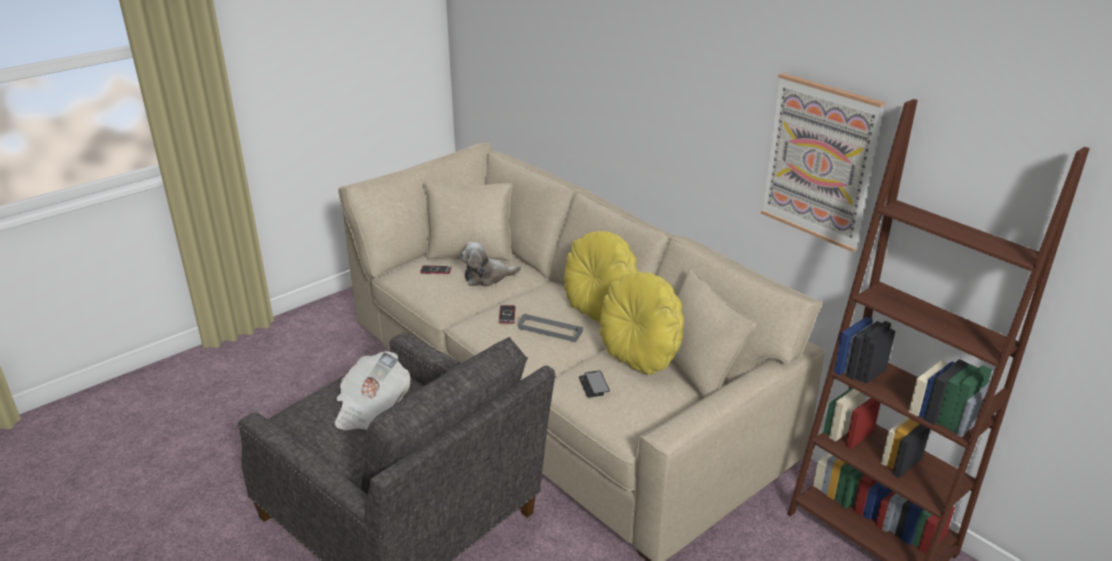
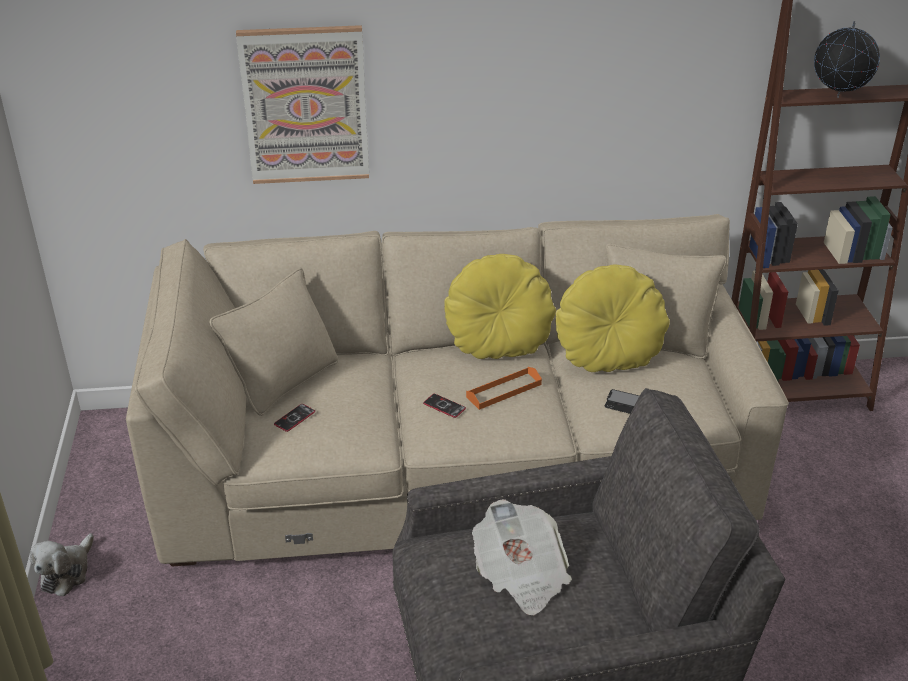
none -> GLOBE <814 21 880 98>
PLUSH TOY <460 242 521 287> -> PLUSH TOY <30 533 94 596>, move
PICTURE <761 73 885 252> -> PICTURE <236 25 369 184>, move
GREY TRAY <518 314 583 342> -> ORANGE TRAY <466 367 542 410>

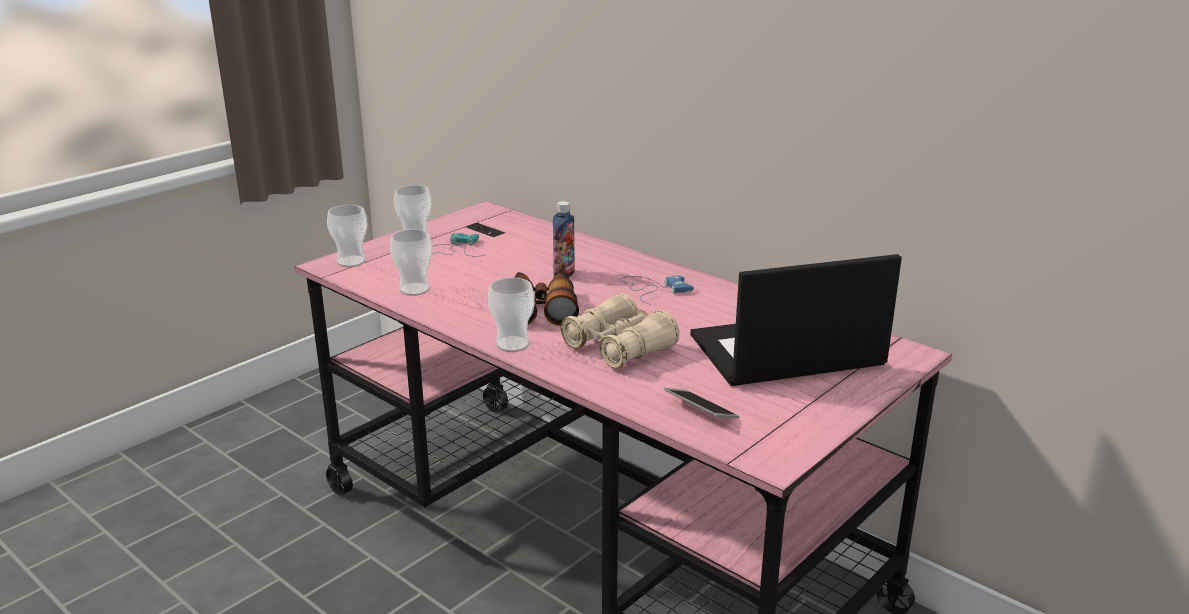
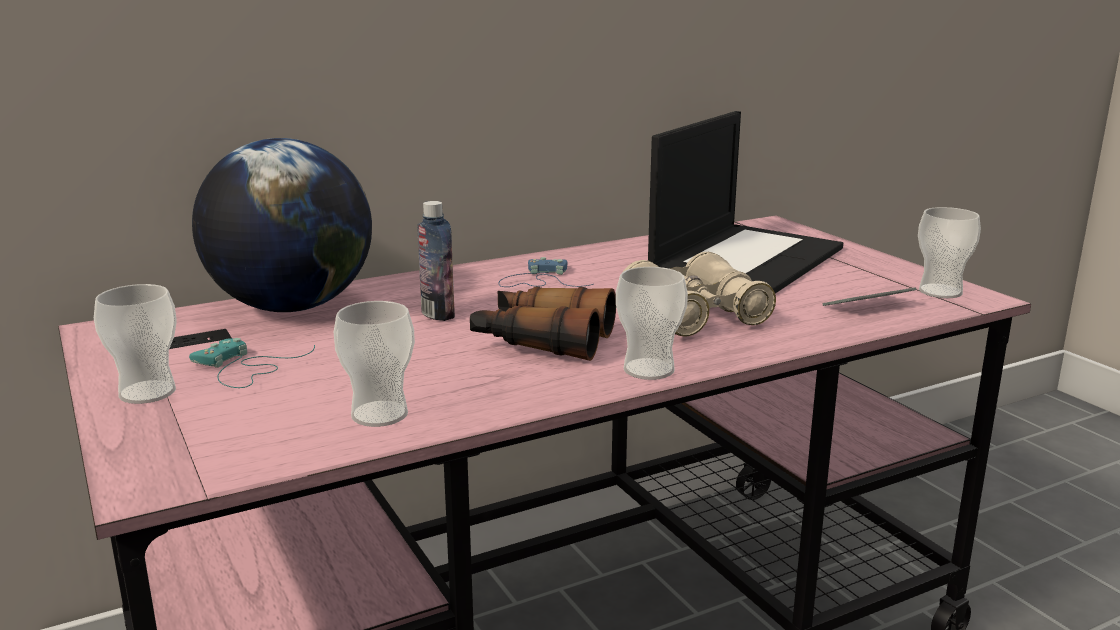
none -> GLOBE <192 138 372 312>
CUP <327 205 368 267> -> CUP <918 207 981 298>, move
LAPTOP <690 254 902 386> -> LAPTOP <648 111 843 294>, 150 degrees counterclockwise

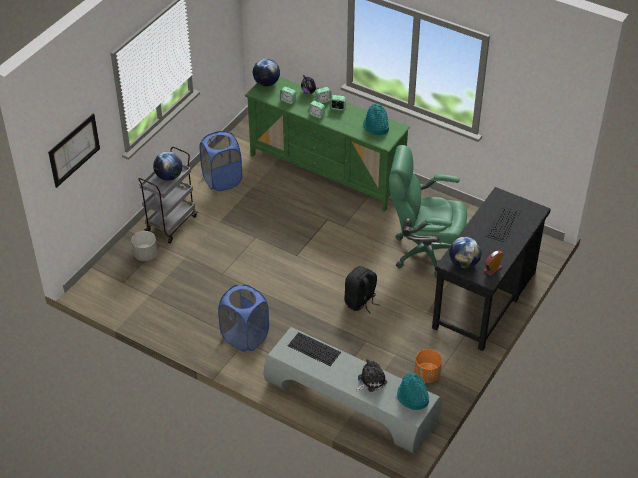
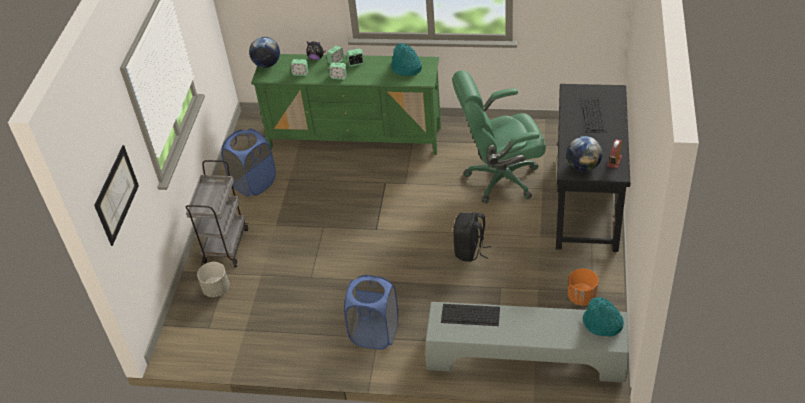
GLOBE <153 152 183 181> -> none
PLUSH TOY <356 359 387 392> -> none

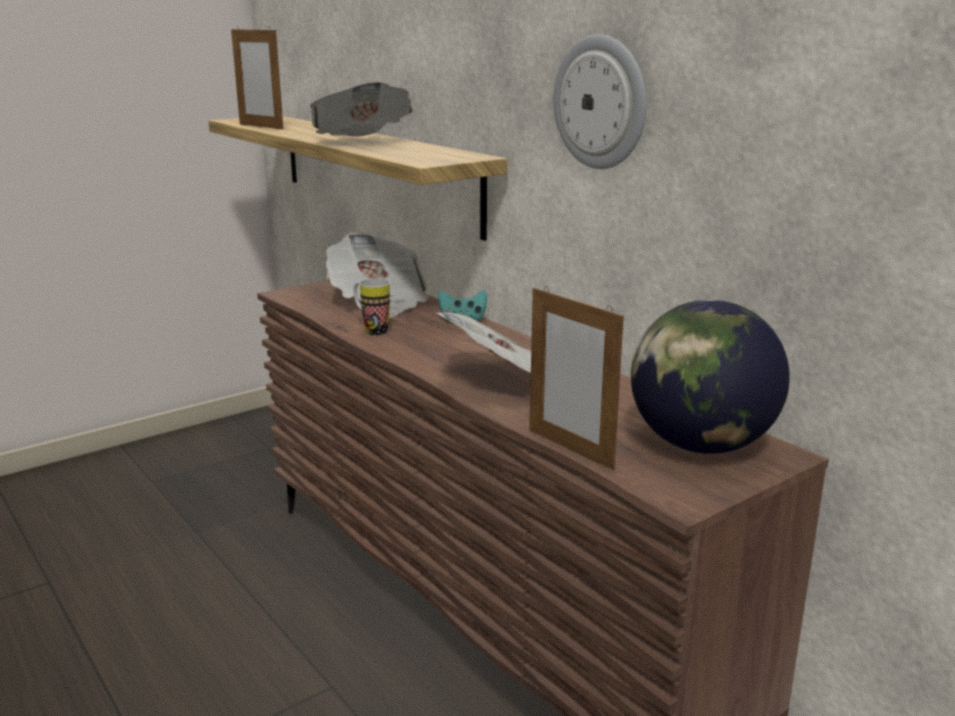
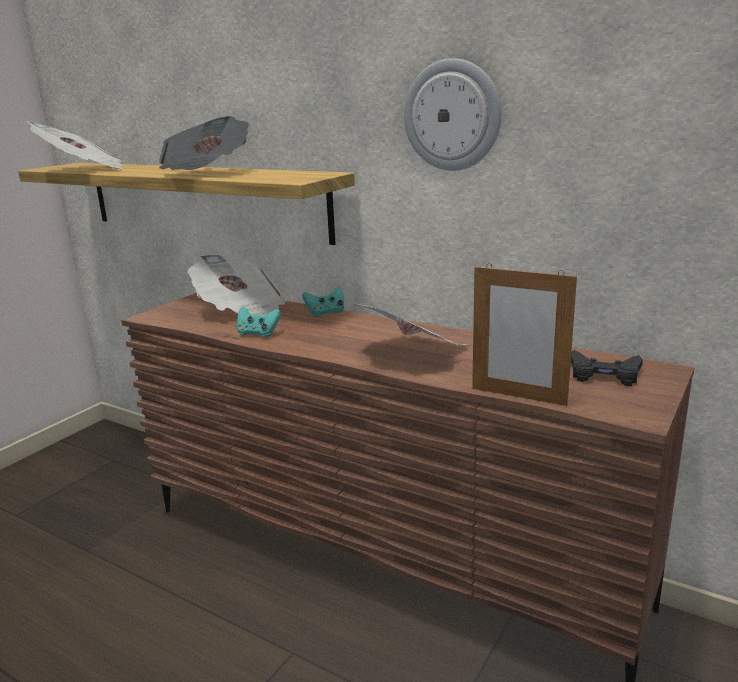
PICTURE FRAME <231 26 283 129> -> NEWSPAPER <27 121 123 170>
MUG <353 279 390 335> -> TURQUOISE GAME CONTROLLER <237 307 281 337>
GLOBE <631 300 790 454> -> BLACK GAME CONTROLLER <571 350 643 386>

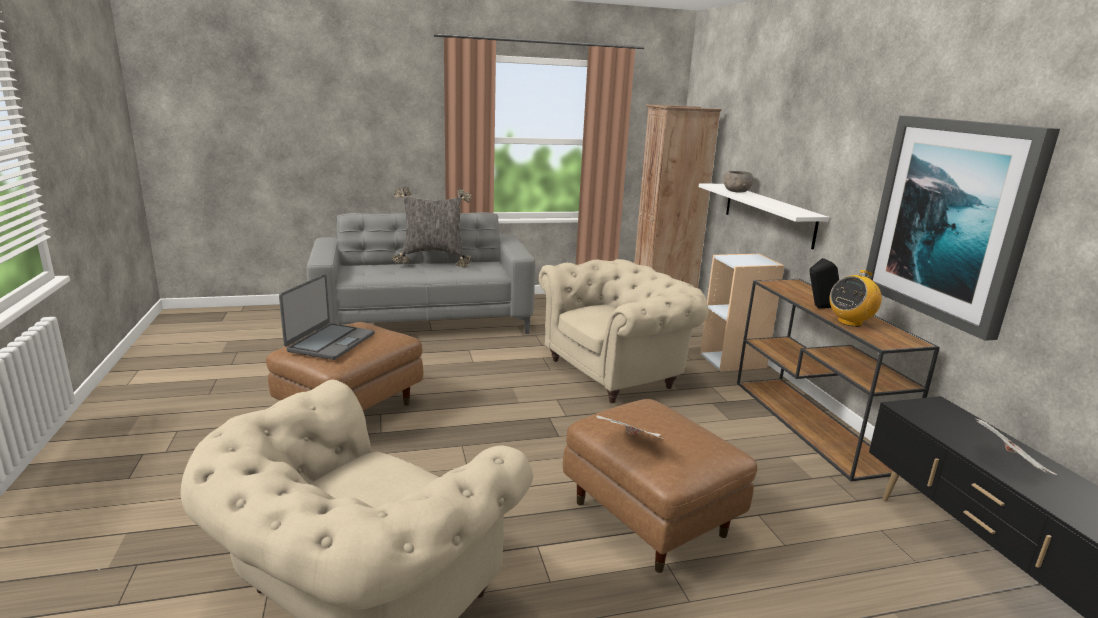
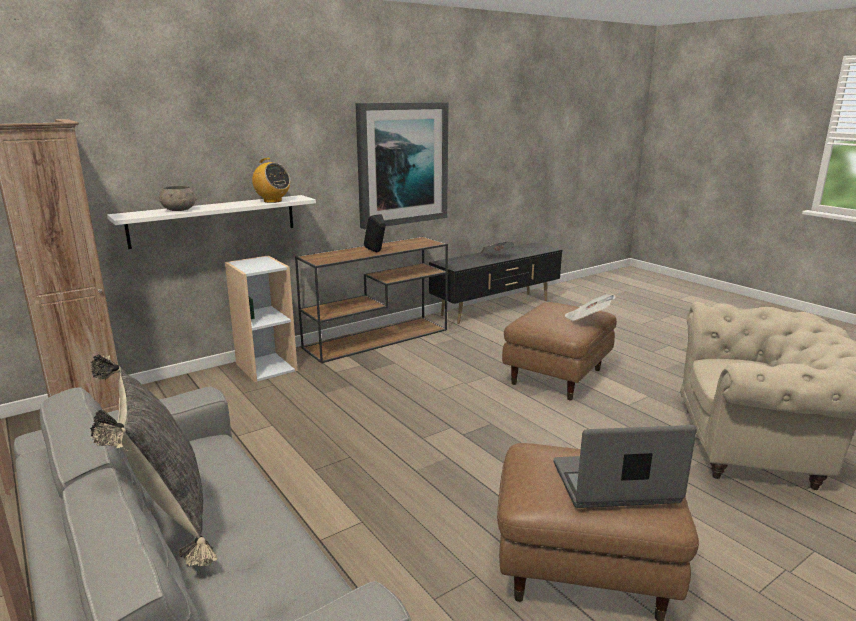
BEIGE ARMCHAIR <539 259 708 403> -> none
RADIO <830 270 882 327> -> RADIO <249 158 290 203>, move

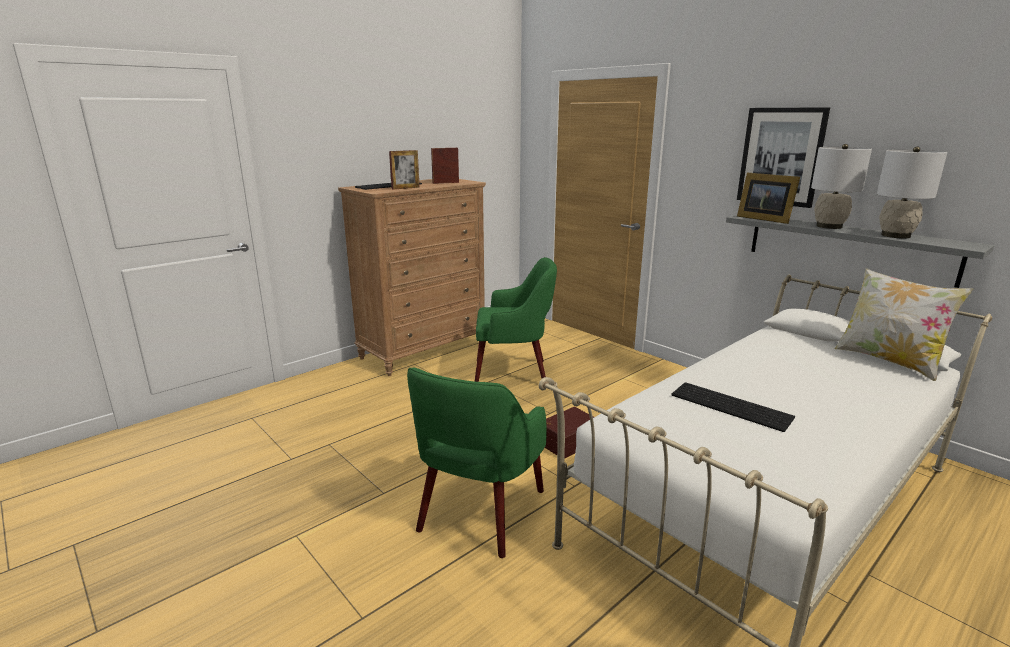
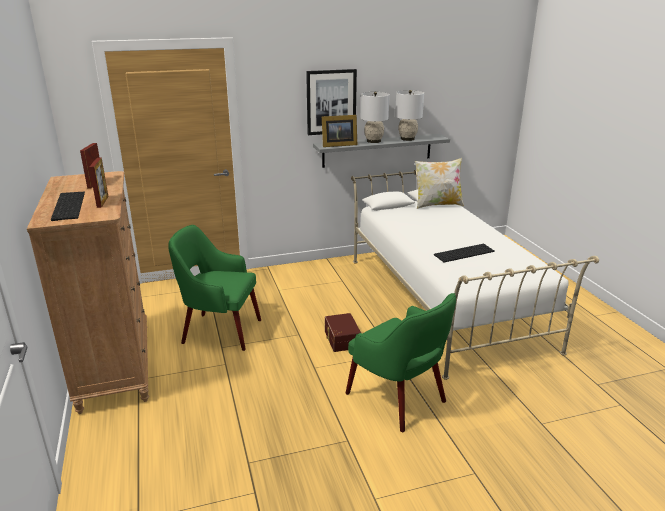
GREEN ARMCHAIR <474 257 557 382> -> GREEN ARMCHAIR <168 225 261 351>, 105 degrees counterclockwise

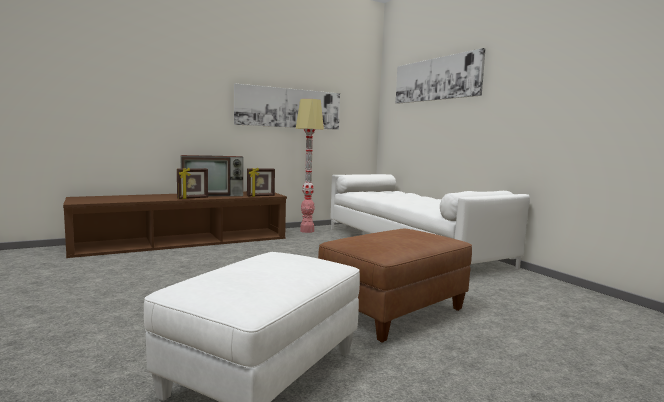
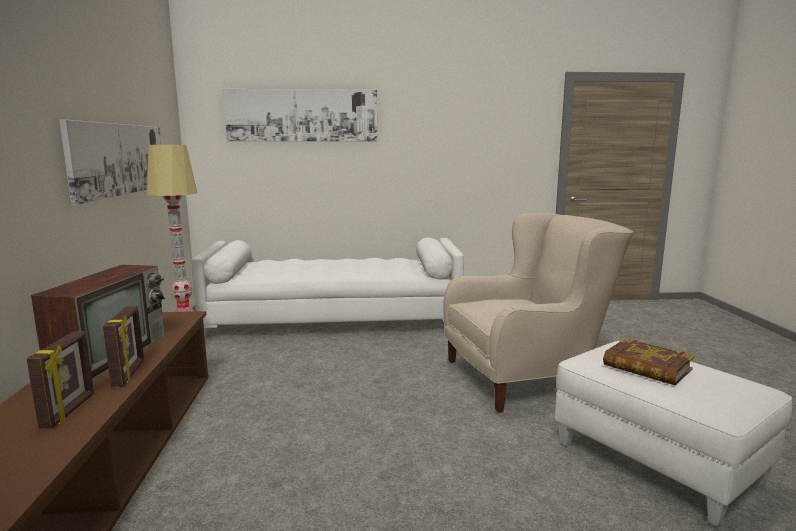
none -> BOOK <603 338 695 385>
PICTURE FRAME <247 168 275 197> -> PICTURE FRAME <27 332 94 428>, move
BROWN OTTOMAN <318 228 472 342> -> BEIGE ARMCHAIR <443 213 633 412>

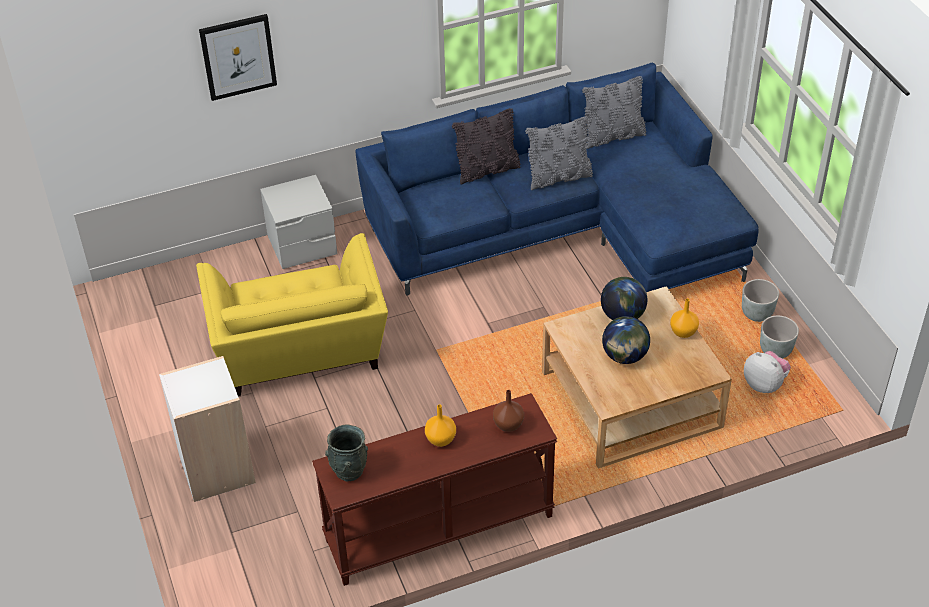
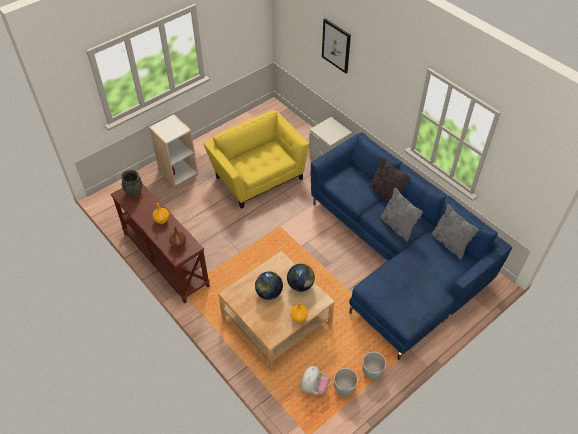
YELLOW ARMCHAIR <196 233 388 397> -> YELLOW ARMCHAIR <203 110 309 209>, 90 degrees clockwise

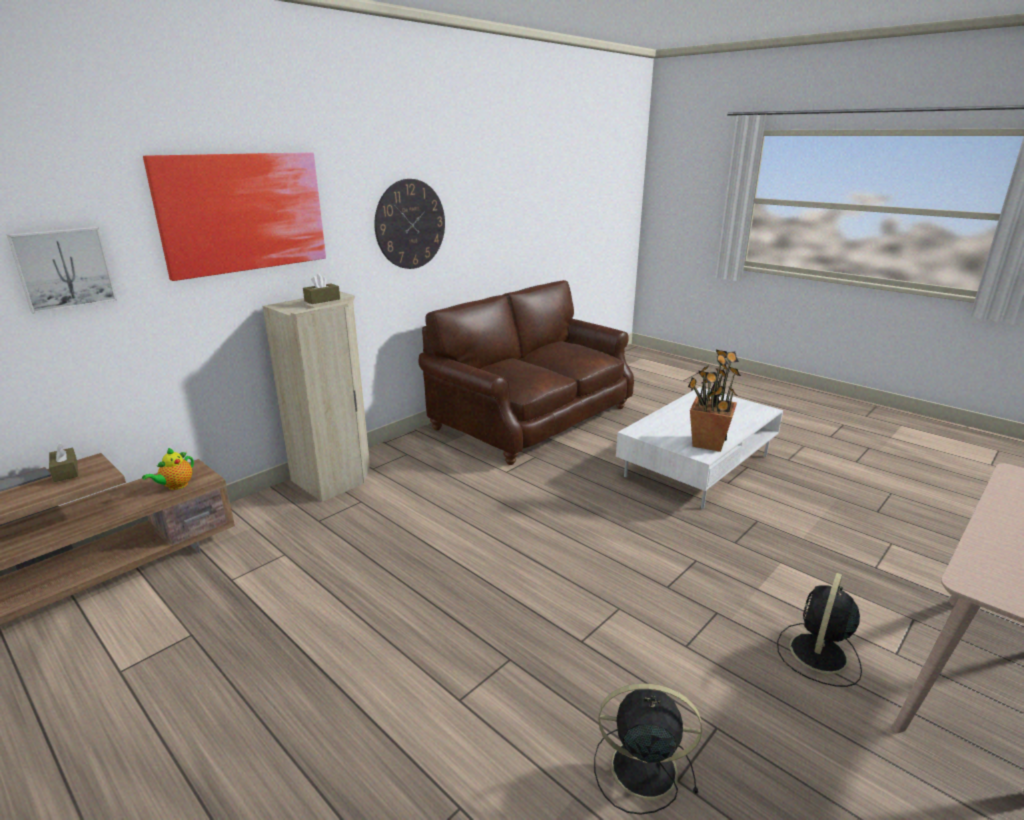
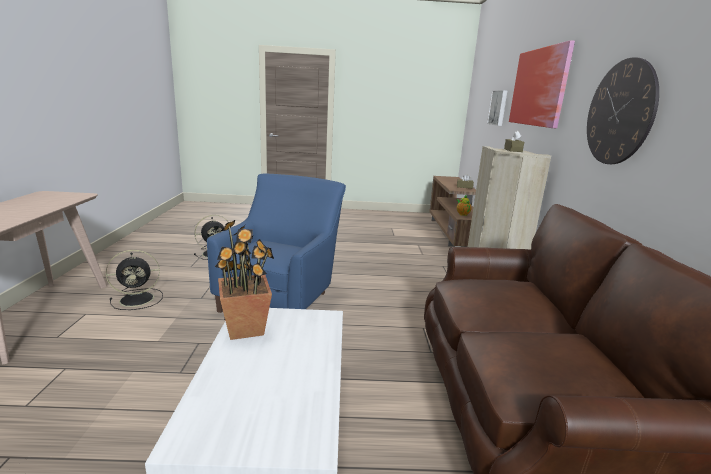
none -> BLUE ARMCHAIR <207 174 346 313>
BLACK FAN <777 573 862 687> -> BLACK FAN <106 250 163 310>, 75 degrees clockwise

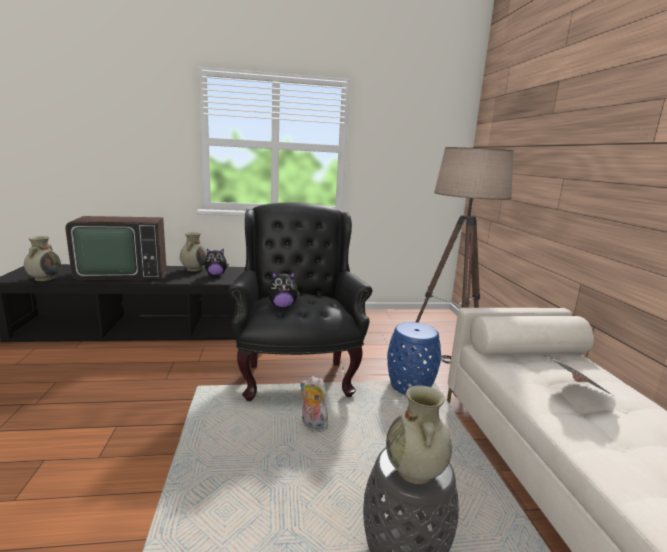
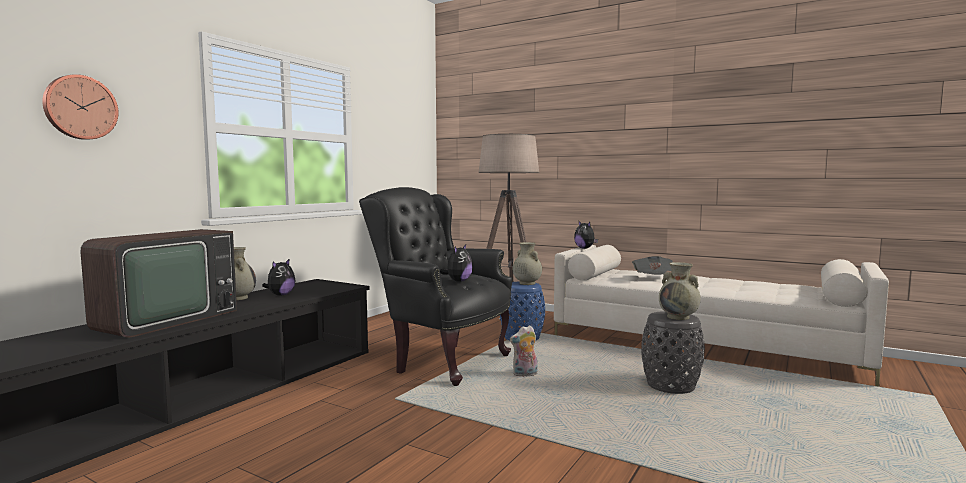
none -> WALL CLOCK <42 74 119 140>
none -> PLUSH TOY <574 221 598 249>
BEIGE VASE <24 236 61 281> -> BEIGE VASE <513 242 542 285>, move

